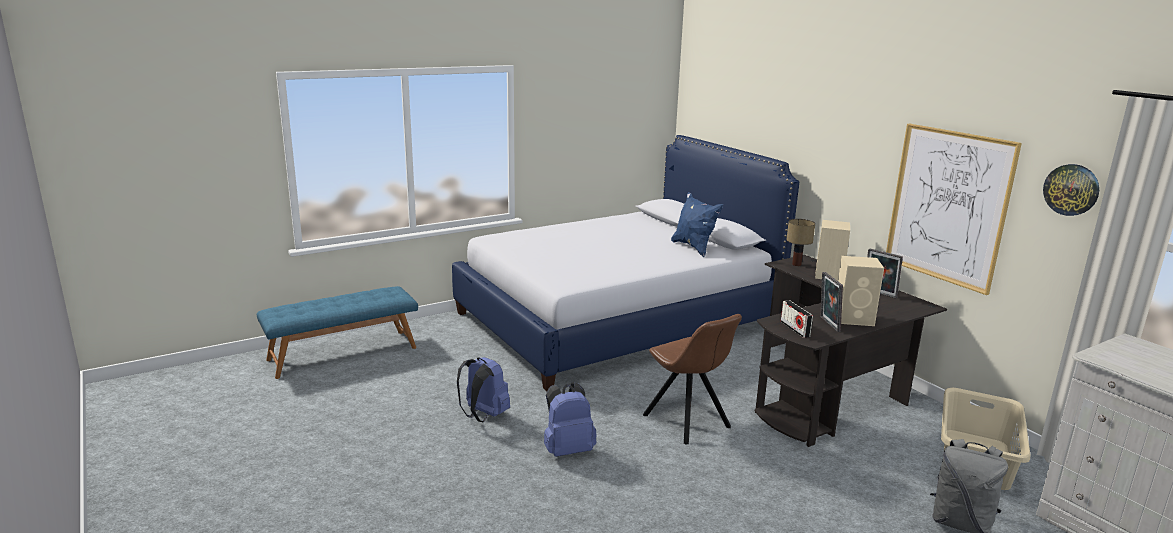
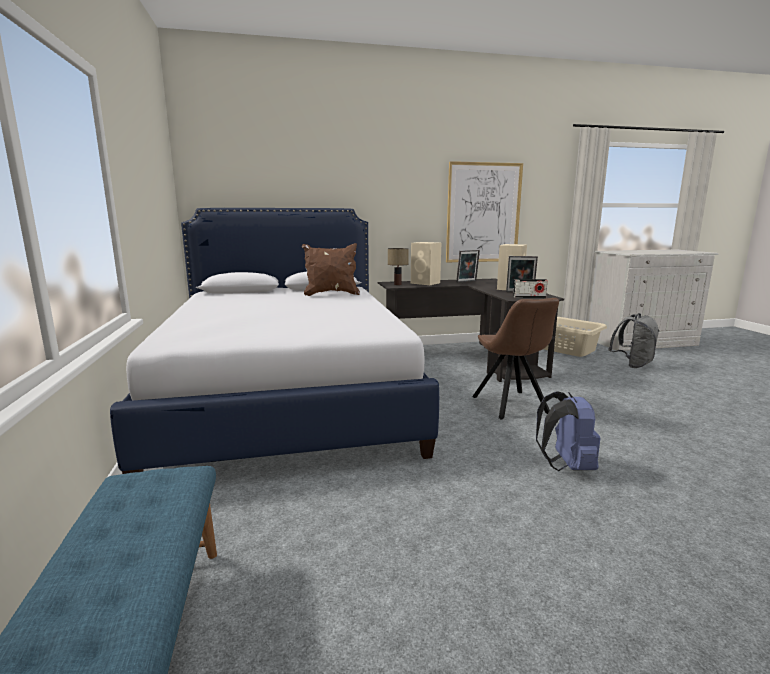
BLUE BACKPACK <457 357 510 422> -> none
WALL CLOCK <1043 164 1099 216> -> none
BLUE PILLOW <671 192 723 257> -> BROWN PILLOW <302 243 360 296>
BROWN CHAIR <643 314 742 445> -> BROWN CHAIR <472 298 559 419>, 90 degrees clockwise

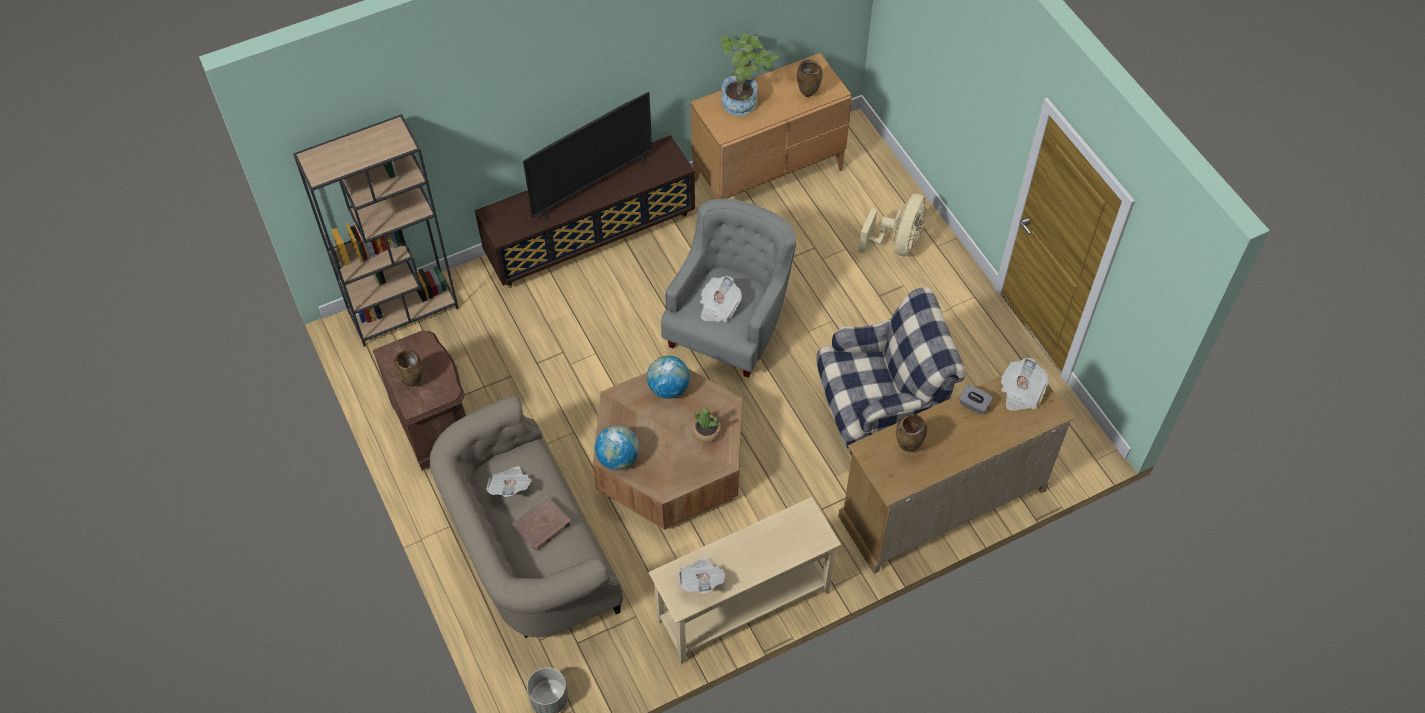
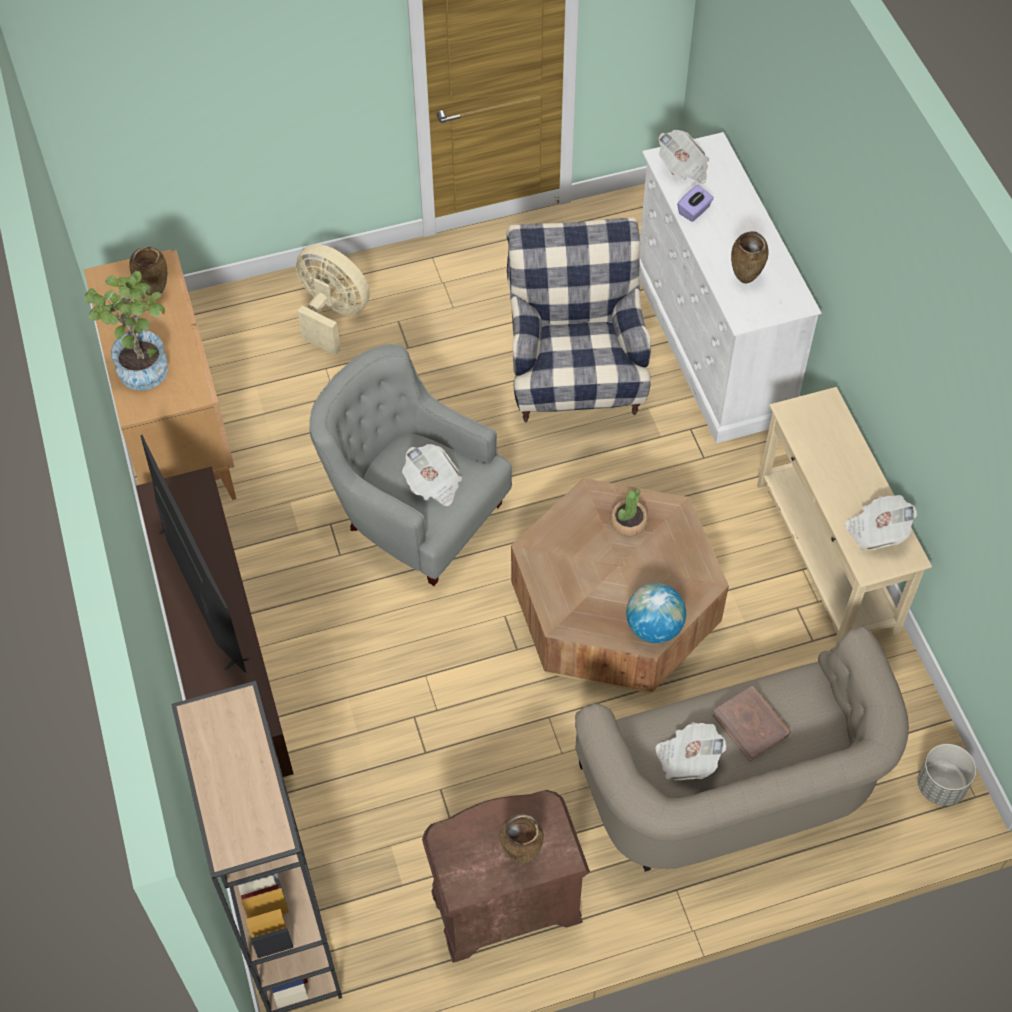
GLOBE <647 356 690 399> -> none
BROWN DRESSER <838 375 1074 574> -> WHITE DRESSER <639 132 821 443>
GREY TISSUE BOX <959 385 993 414> -> PURPLE TISSUE BOX <677 185 714 222>

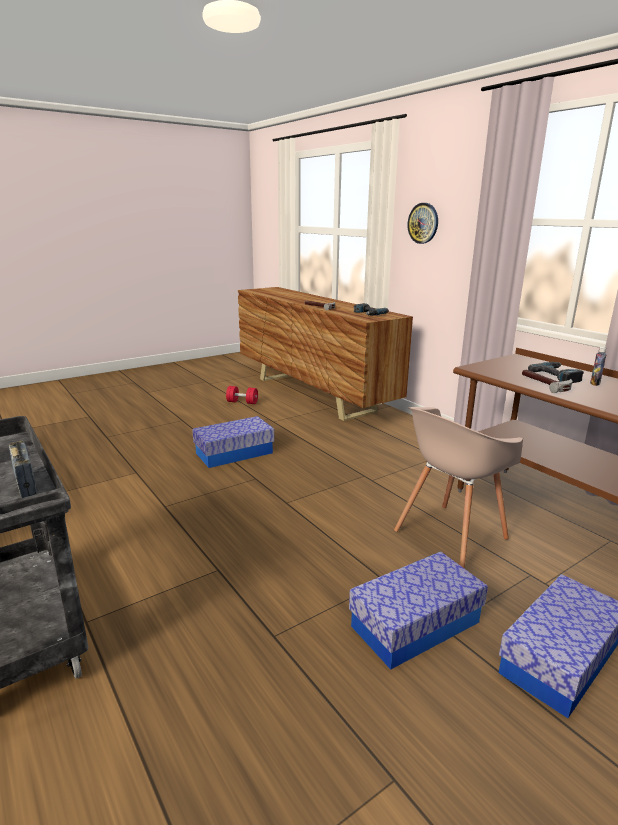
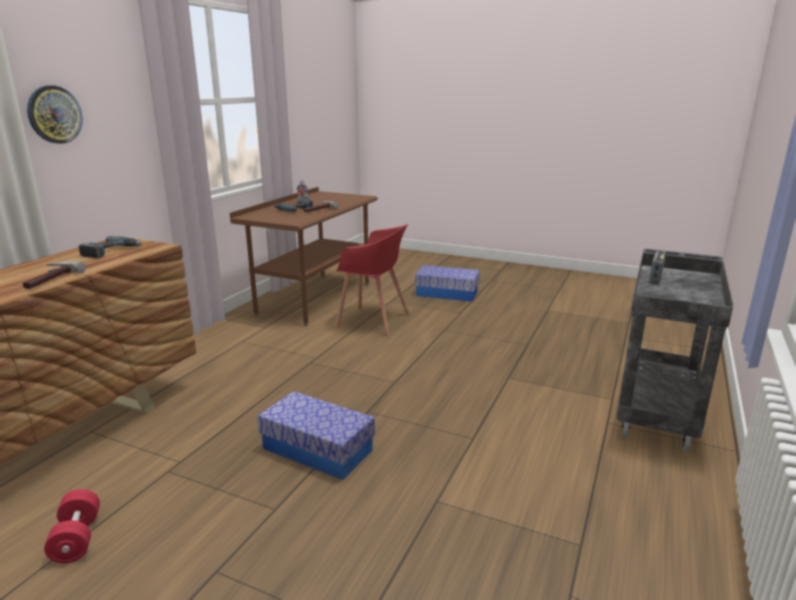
STORAGE BOX <349 551 488 670> -> none
BEIGE CHAIR <394 407 523 569> -> RED CHAIR <336 224 409 336>

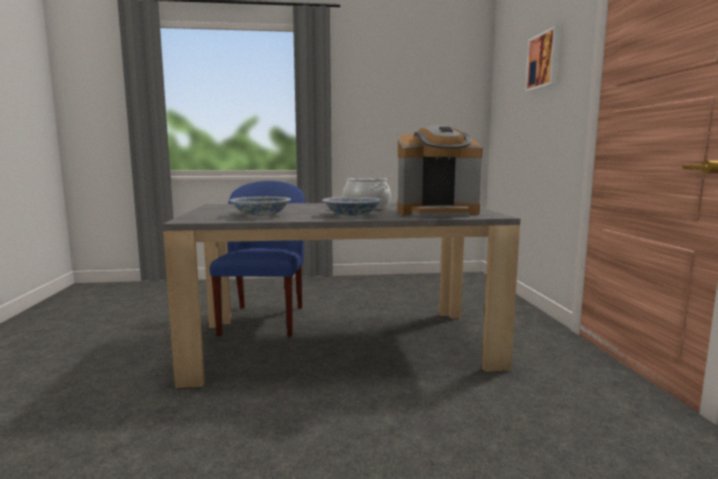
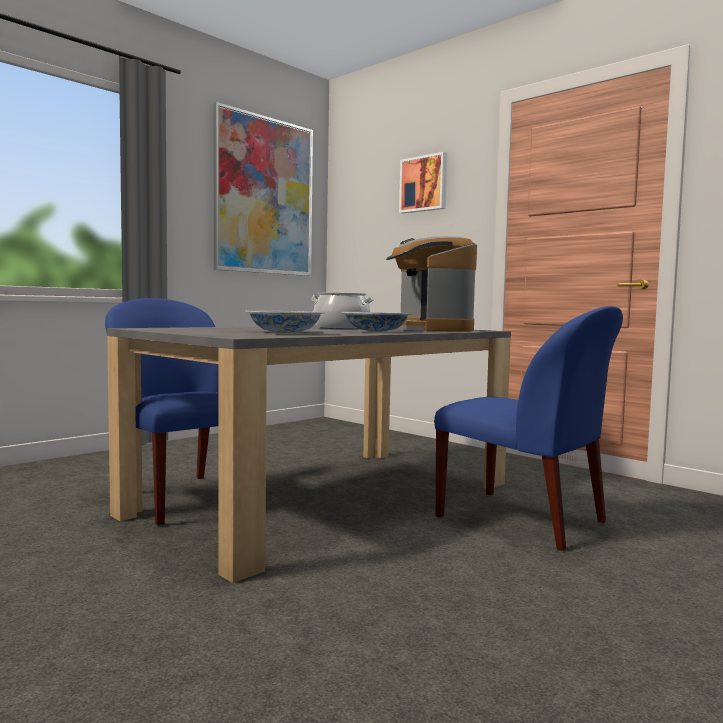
none -> PICTURE <214 102 313 276>
none -> BLUE CHAIR <434 306 623 551>
COFFEE MACHINE <397 126 483 217> -> COFFEE MACHINE <386 236 477 332>, 120 degrees clockwise

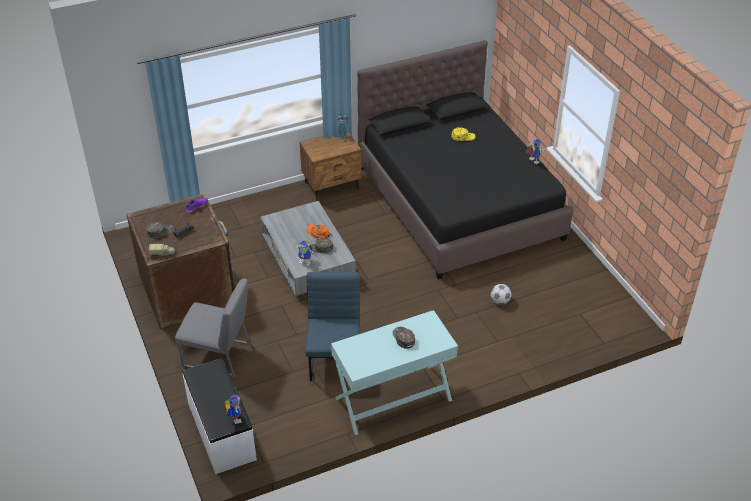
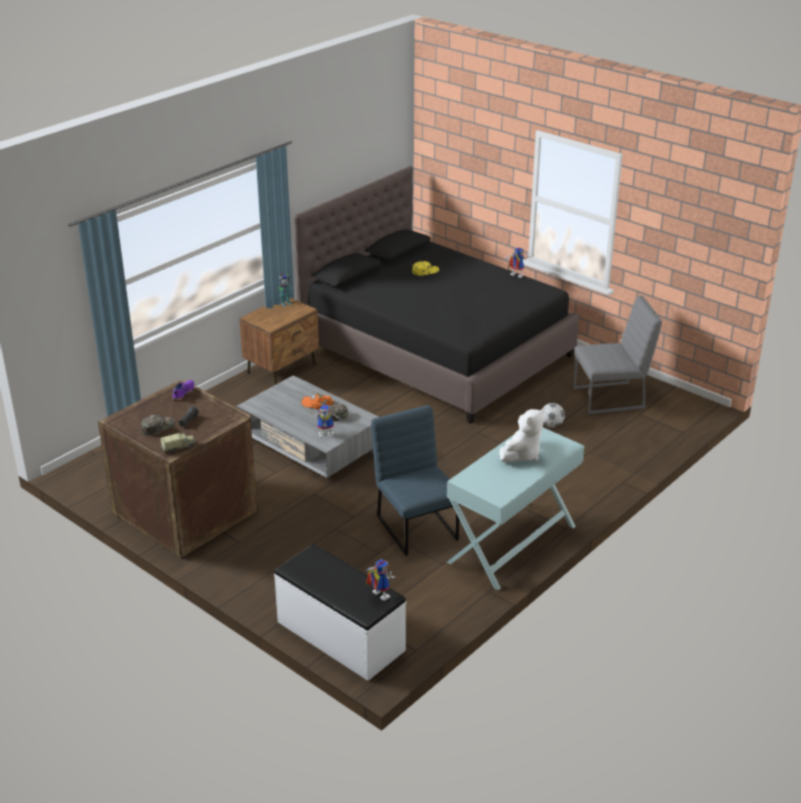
GREY CHAIR <175 278 250 377> -> GREY CHAIR <573 296 662 414>, move
GREEN CAP <393 327 415 349> -> WHITE PLUSH TOY <499 408 545 463>

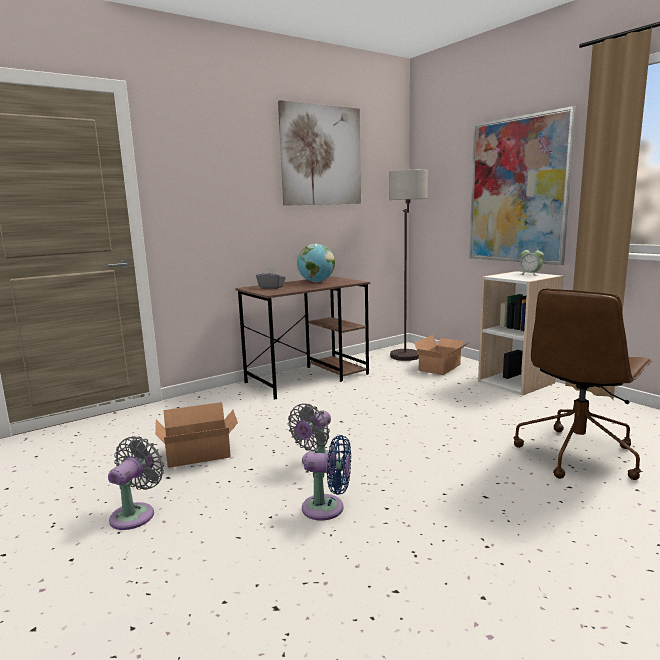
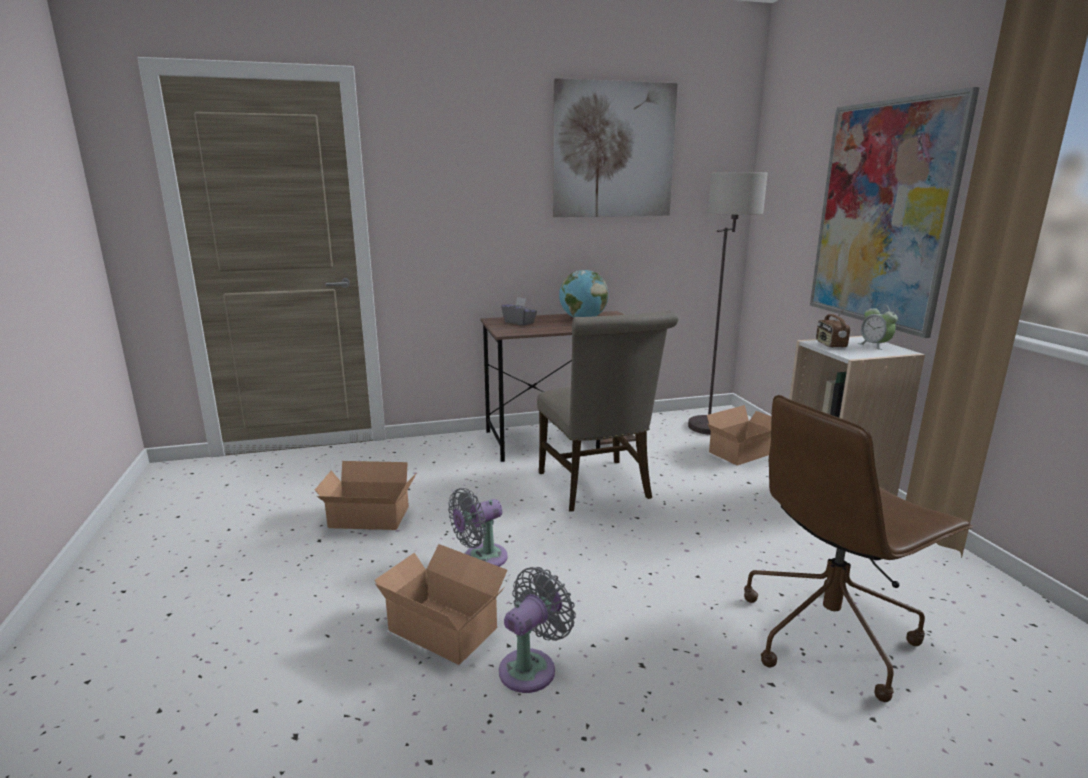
none -> BEIGE CHAIR <537 311 678 511>
none -> RADIO <816 305 850 348>
GREY FAN <108 436 164 530> -> GREY FAN <499 567 576 693>, move
BLUE FAN <302 435 351 521> -> CARDBOARD BOX <375 544 507 665>

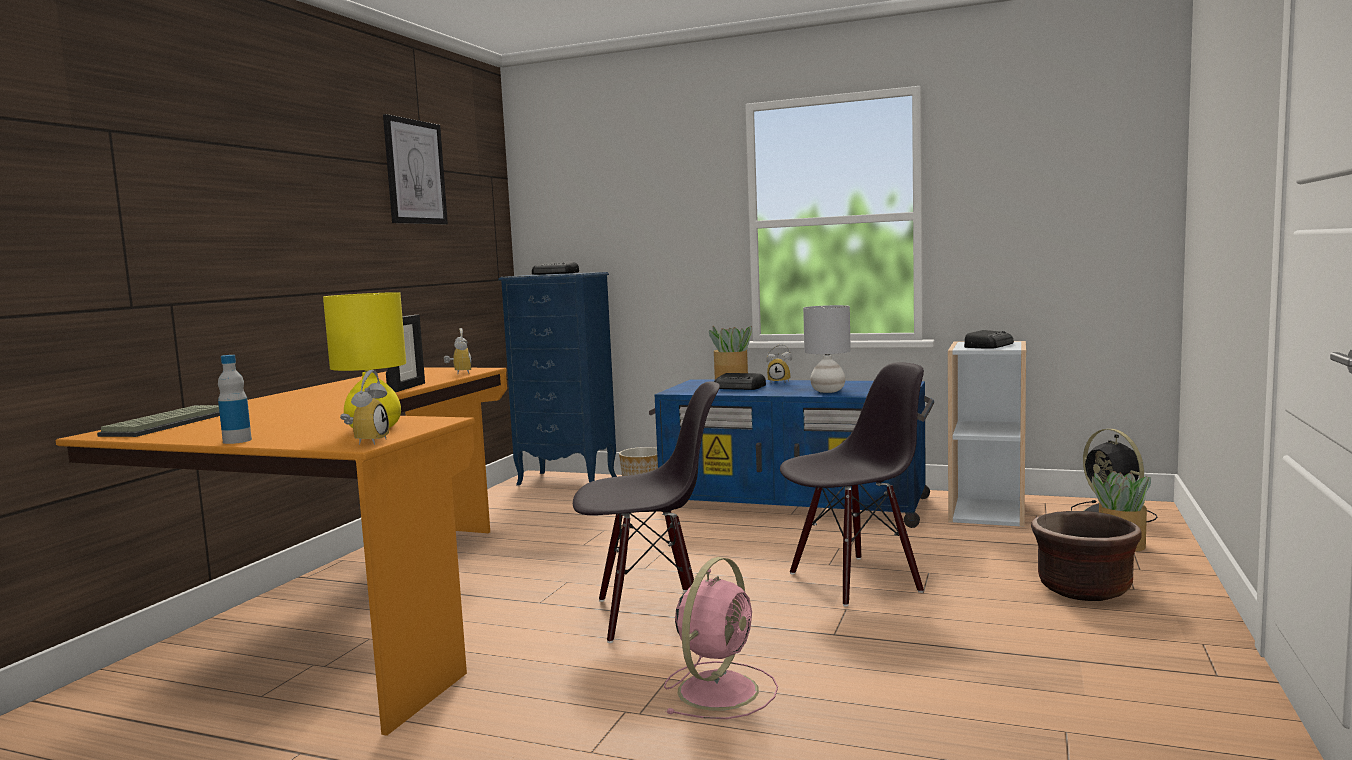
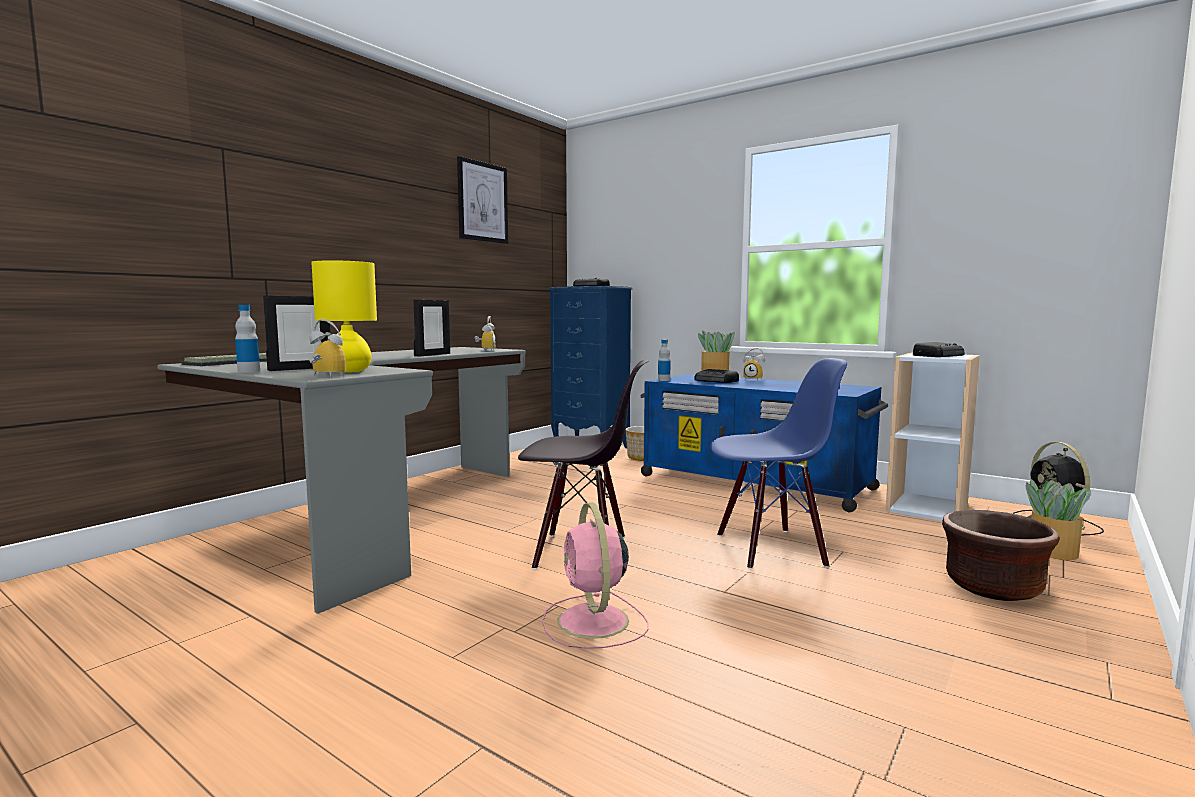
GREY TABLE LAMP <803 305 851 393> -> none
none -> PICTURE FRAME <263 296 330 371>
none -> BOTTLE <658 340 671 381>
ORANGE DESK <56 367 507 736> -> GREY DESK <157 347 526 614>
BLACK CHAIR <780 362 924 606> -> BLUE CHAIR <710 358 847 570>
ALARM CLOCK <340 370 389 445> -> ALARM CLOCK <309 319 346 377>, 90 degrees counterclockwise
PINK FAN <664 557 778 719> -> PINK FAN <542 502 648 649>, 120 degrees clockwise

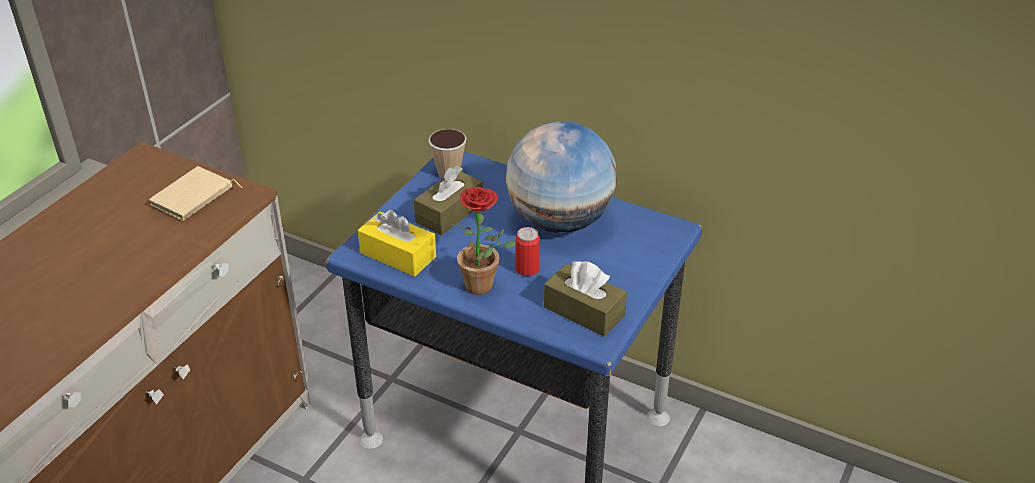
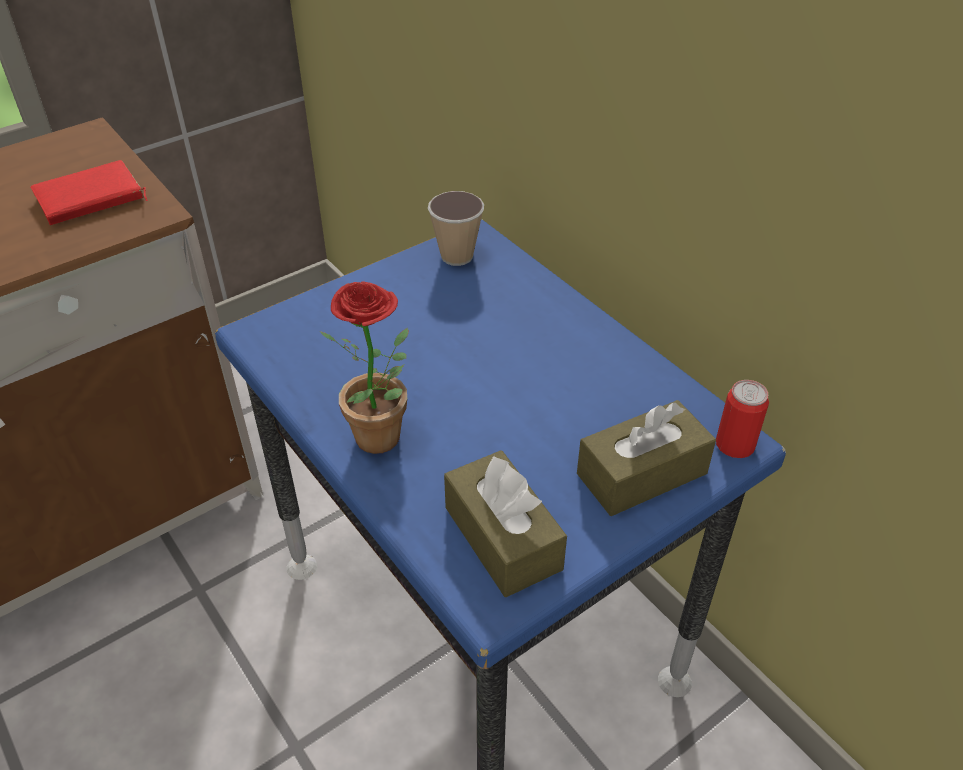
YELLOW TISSUE BOX <358 209 436 277> -> none
GLOBE <506 121 617 233> -> none
BROWN TISSUE BOX <414 166 483 236> -> BROWN TISSUE BOX <577 400 716 516>, move
CAN <515 227 540 276> -> CAN <716 380 769 458>, move
BEIGE BOOK <149 166 243 221> -> RED BOOK <31 160 148 225>

